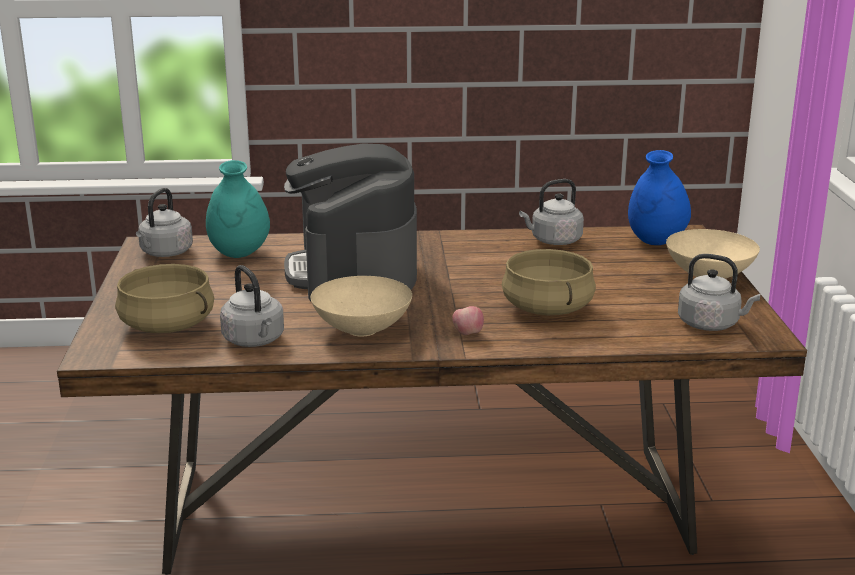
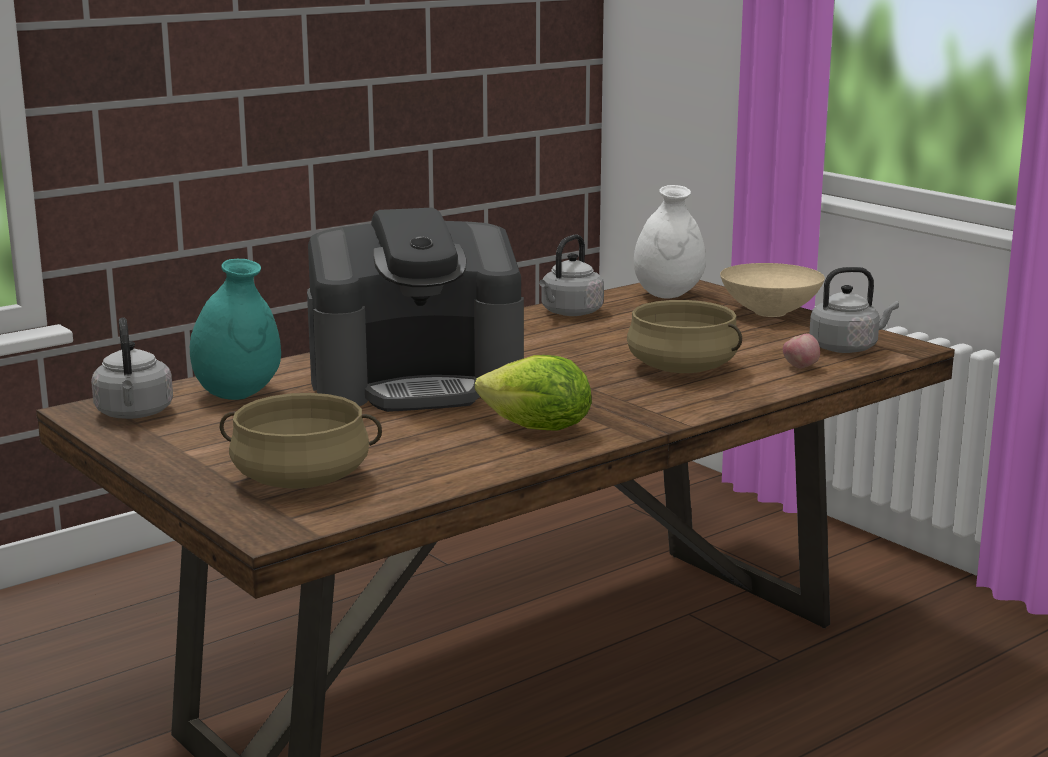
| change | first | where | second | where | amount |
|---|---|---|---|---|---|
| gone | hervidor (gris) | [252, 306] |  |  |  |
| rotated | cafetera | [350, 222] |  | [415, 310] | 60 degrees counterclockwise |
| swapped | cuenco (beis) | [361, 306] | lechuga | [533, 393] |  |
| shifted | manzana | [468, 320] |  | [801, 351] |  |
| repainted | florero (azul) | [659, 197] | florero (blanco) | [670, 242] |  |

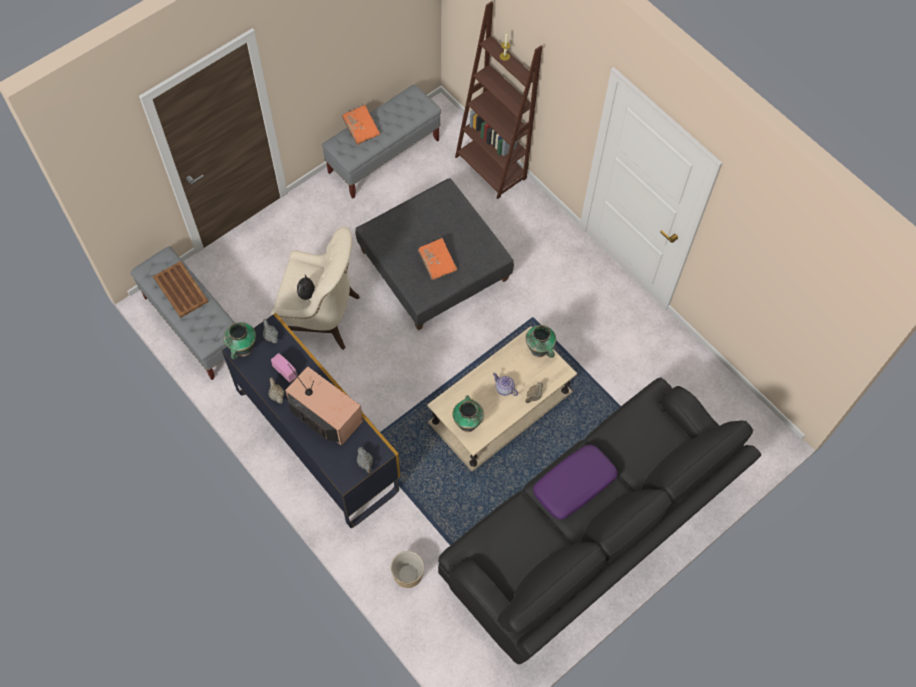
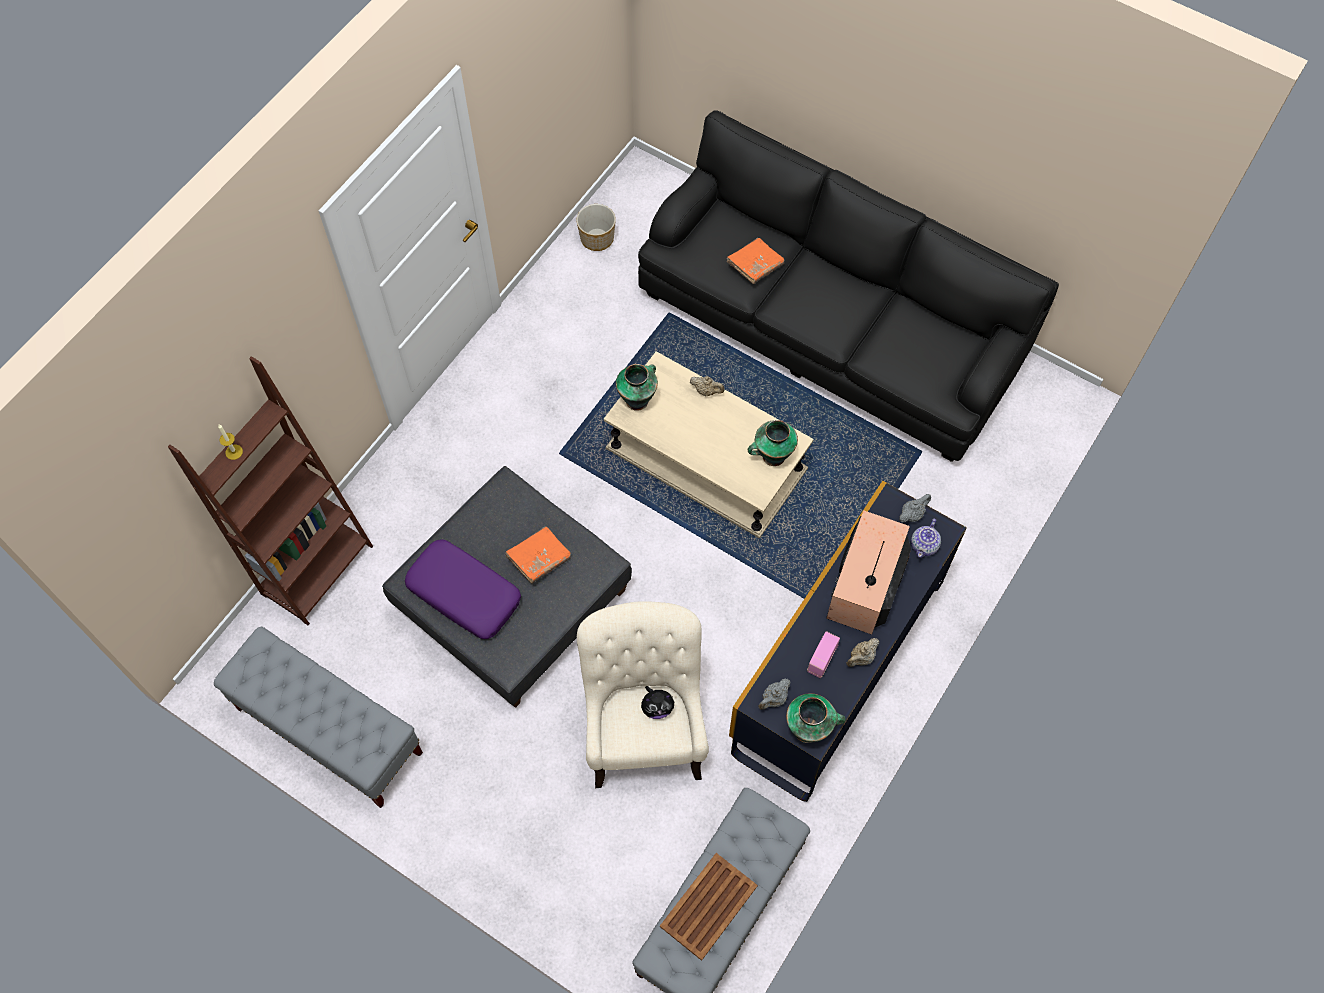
| change | first | where | second | where | amount |
|---|---|---|---|---|---|
| shifted | libro (naranja) | [361, 125] |  | [755, 261] |  |
| shifted | maceta | [407, 569] |  | [596, 227] |  |
| shifted | tetera | [505, 384] |  | [926, 538] |  |
| shifted | cojín (morado) | [575, 482] |  | [463, 589] |  |

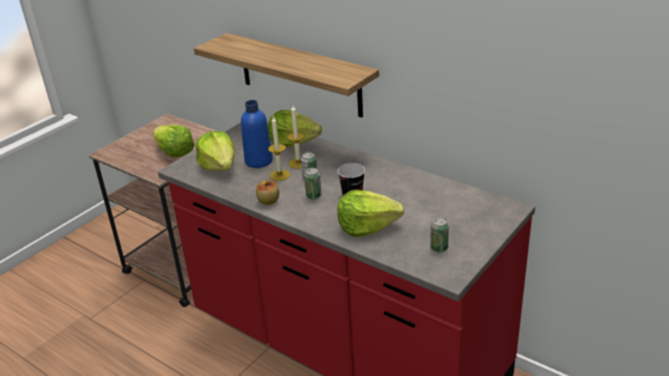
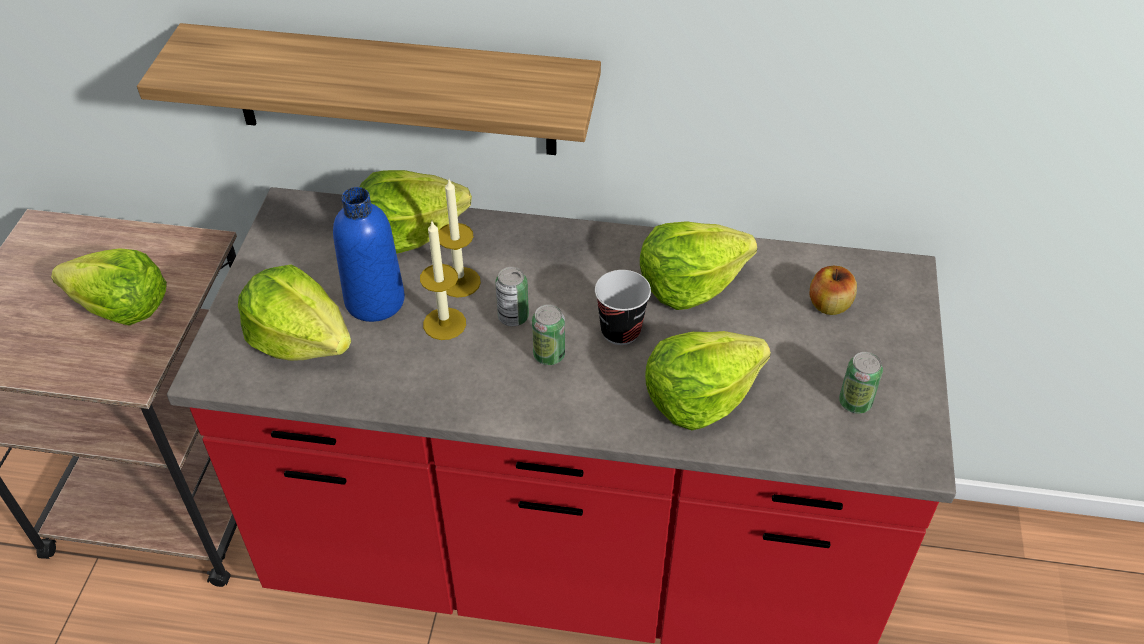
| change | first | where | second | where | amount |
|---|---|---|---|---|---|
| shifted | manzana | [267, 192] |  | [833, 290] |  |
| new |  |  | lechuga | [698, 265] |  |

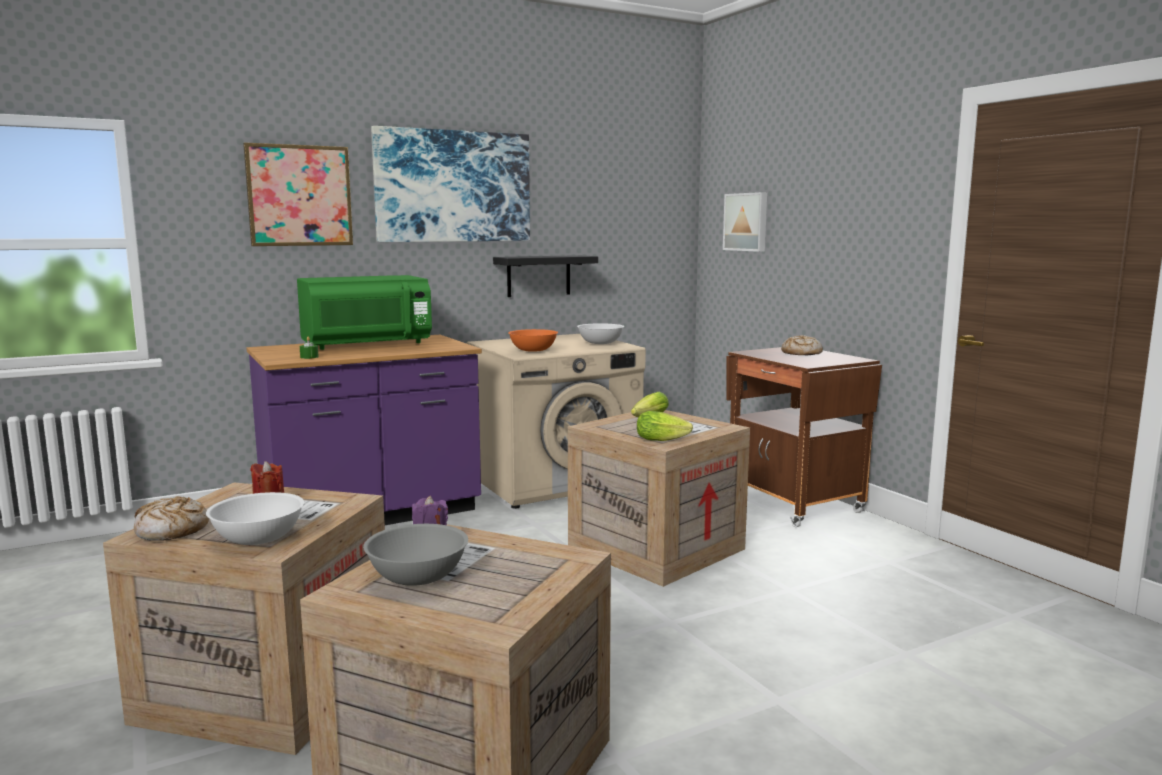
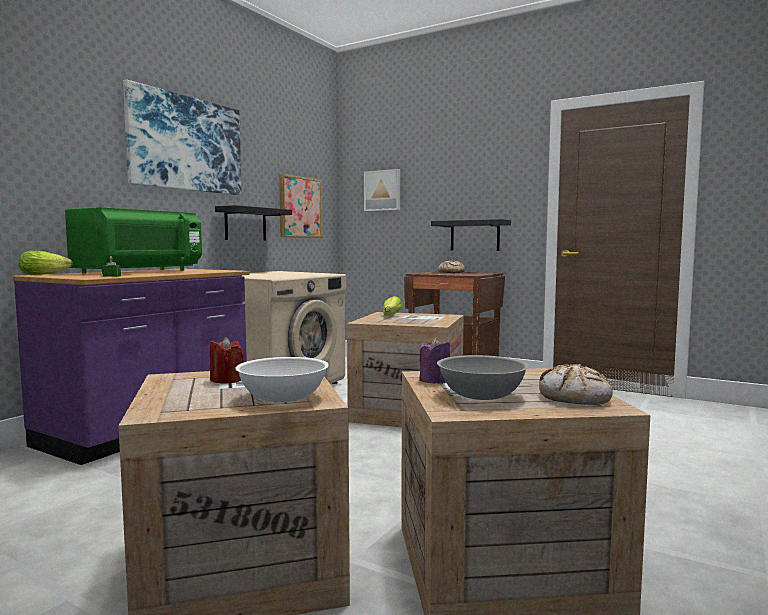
| change | first | where | second | where | amount |
|---|---|---|---|---|---|
| shifted | pan | [171, 518] |  | [576, 384] |  |
| shifted | cuadro | [298, 194] |  | [300, 206] |  |
| gone | cuenco (naranja) | [533, 340] |  |  |  |
| gone | cuenco (blanco) | [600, 333] |  |  |  |
| shifted | lechuga | [665, 426] |  | [46, 262] |  |
| new |  |  | estante (negro) | [471, 235] |  |

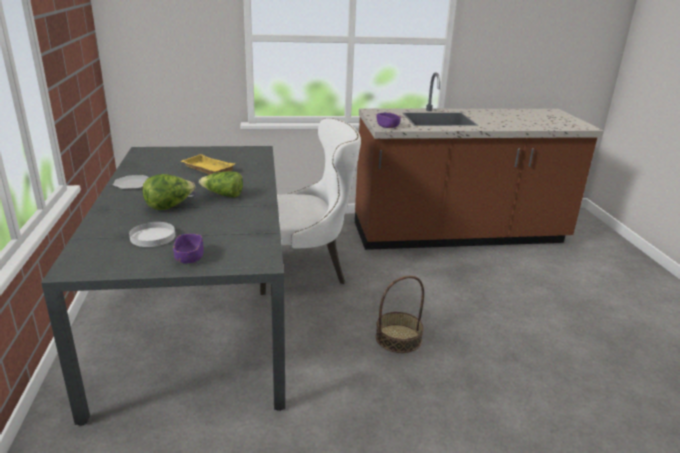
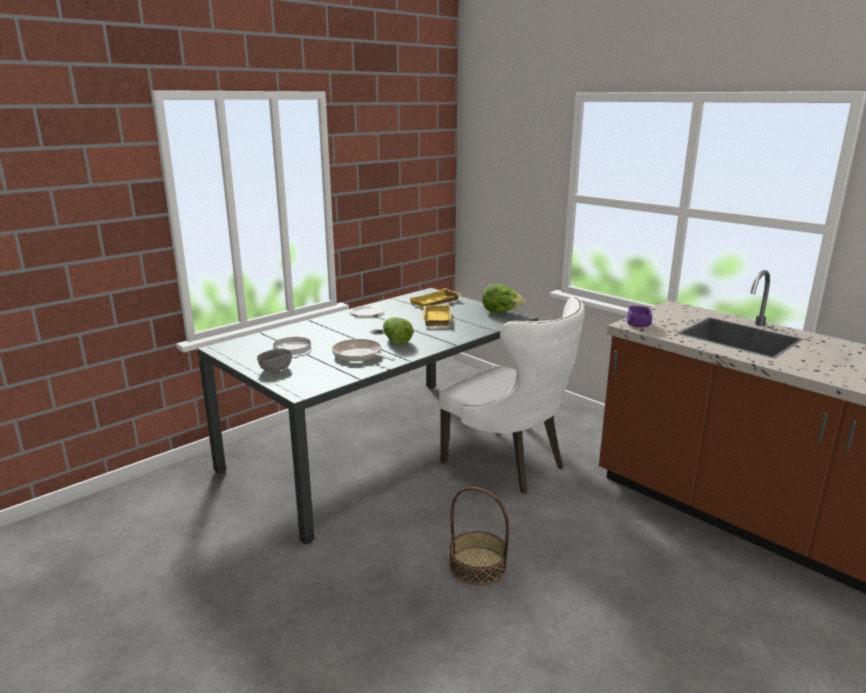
| change | first | where | second | where | amount |
|---|---|---|---|---|---|
| shifted | lechuga | [168, 192] |  | [503, 298] |  |
| repainted | cuenco (morado) | [188, 248] | cuenco (gris) | [274, 360] |  |
| new |  |  | sartén | [363, 350] |  |
| new |  |  | bandeja (amarillo) | [435, 297] |  |

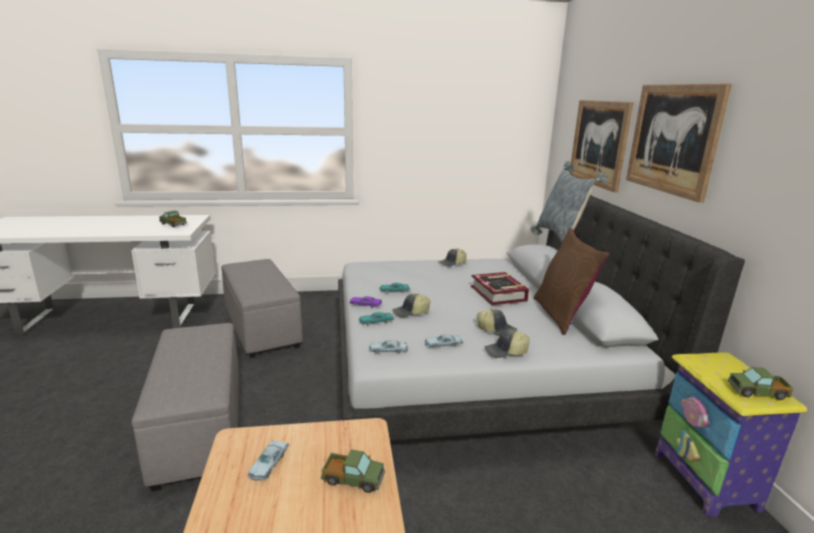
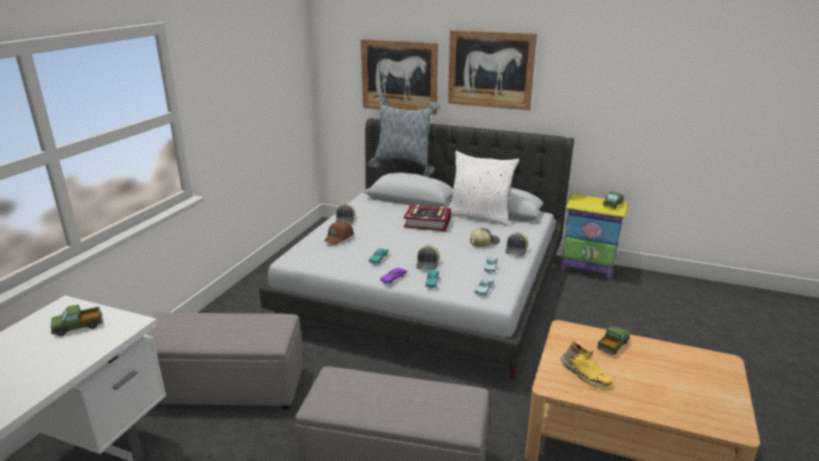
| change | first | where | second | where | amount |
|---|---|---|---|---|---|
| swapped | coche de juguete (azul) | [268, 460] | zapato (amarillo) | [587, 364] |  |
| repainted | cojín (marrón) | [571, 281] | cojín (blanco) | [483, 188] |  |
| new |  |  | gorra (marrón) | [339, 233] |  |

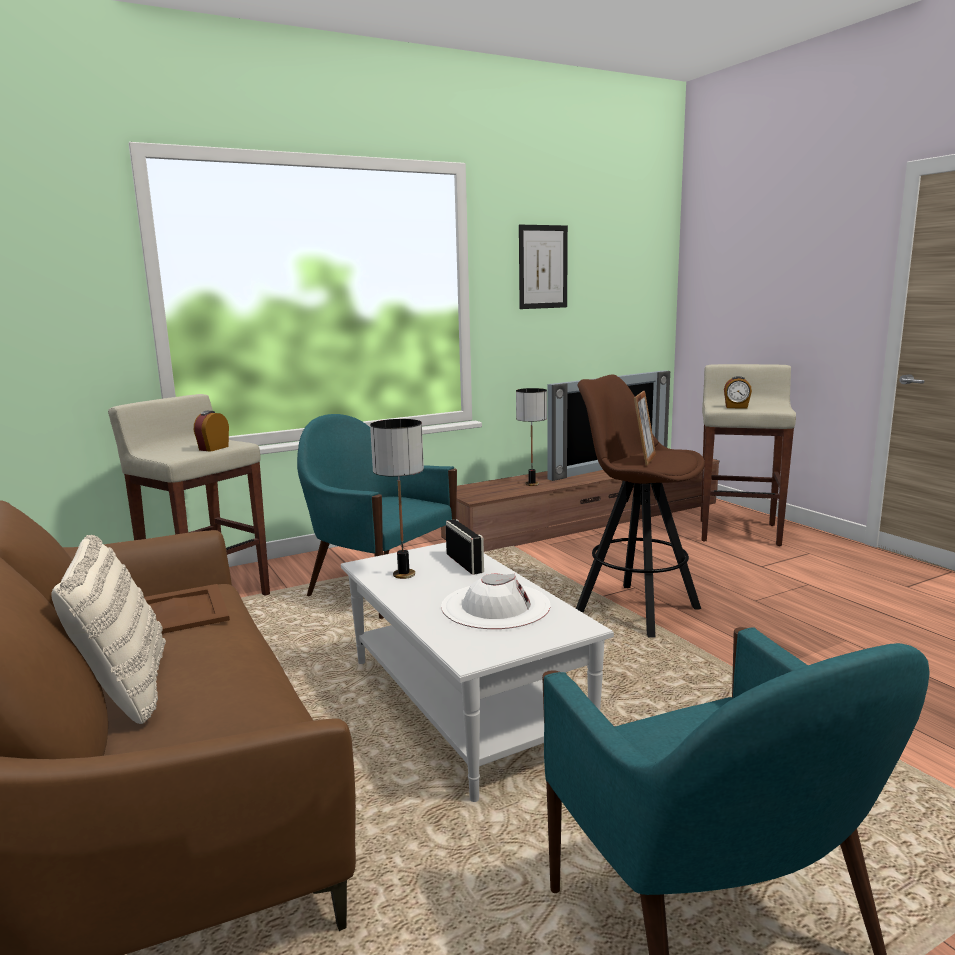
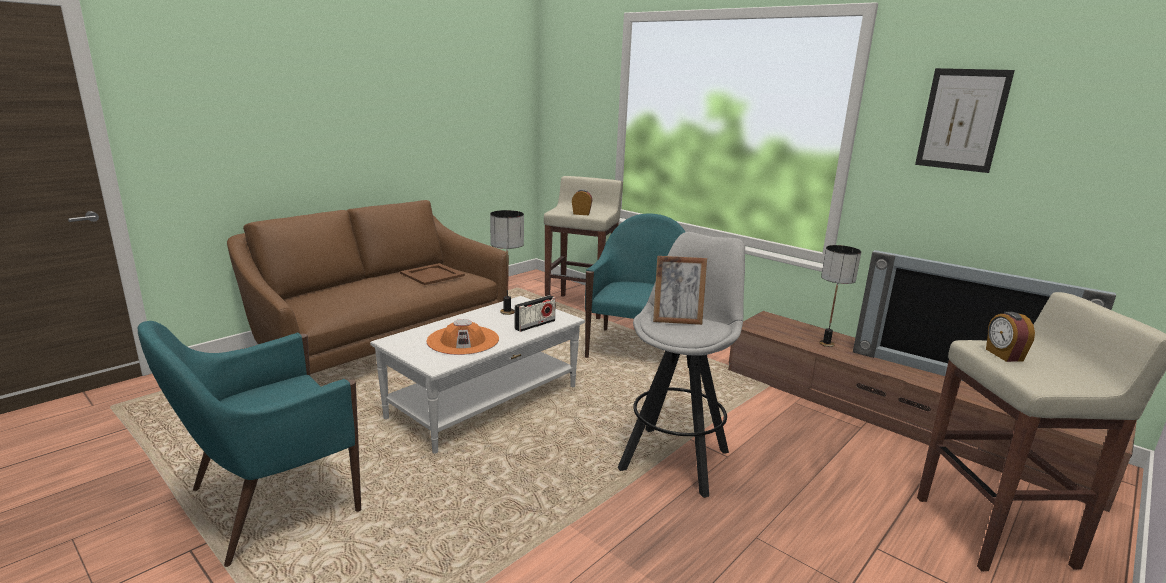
| change | first | where | second | where | amount |
|---|---|---|---|---|---|
| gone | cojín (beis) | [108, 629] |  |  |  |
| repainted | sombrero (blanco) | [496, 601] | sombrero (naranja) | [462, 337] |  |
| repainted | taburete (marrón) | [640, 506] | taburete (gris) | [681, 365] |  |

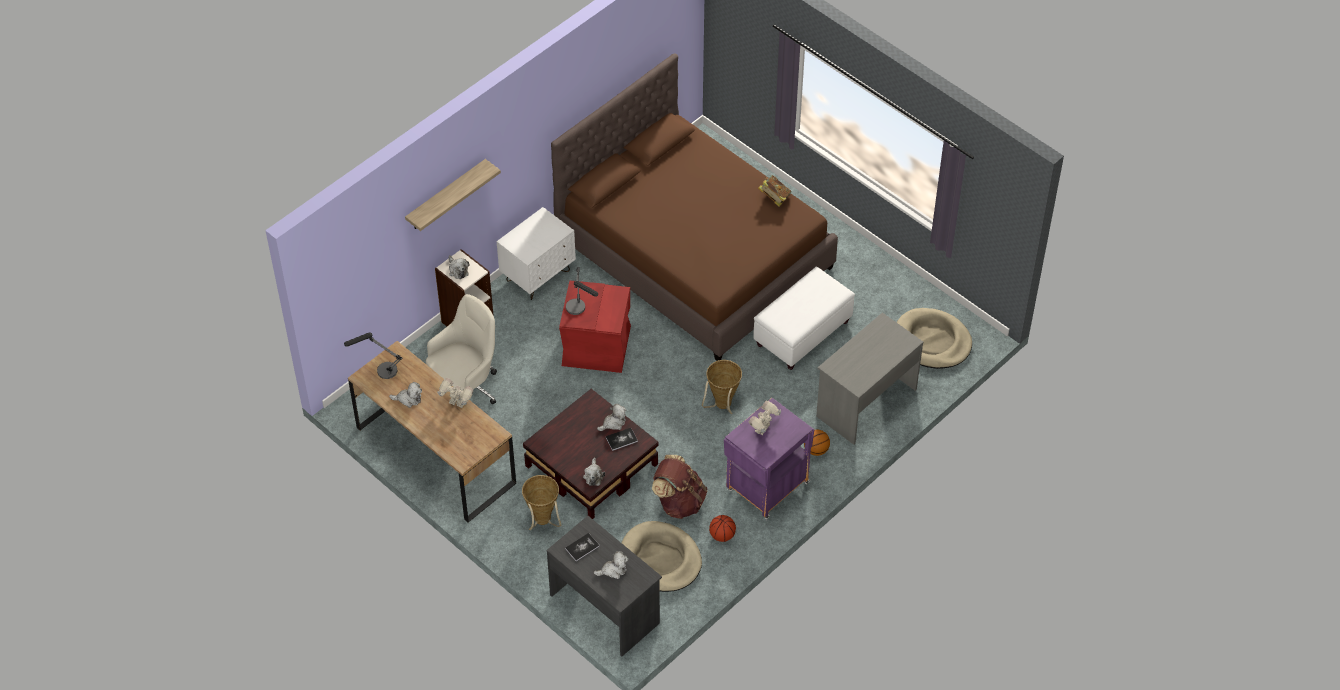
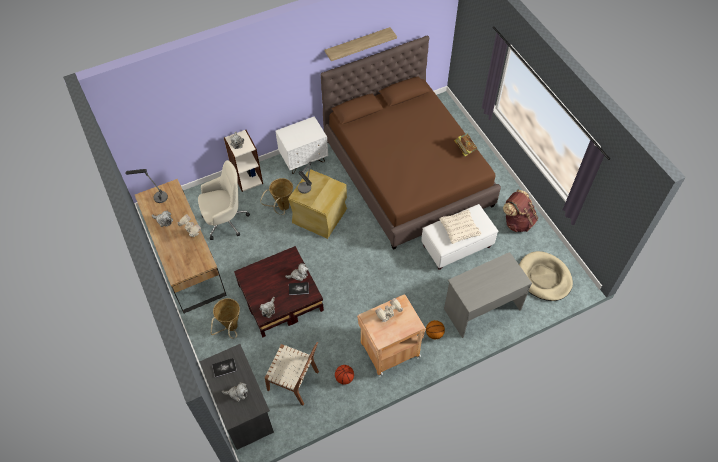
| change | first | where | second | where | amount |
|---|---|---|---|---|---|
| shifted | estante | [453, 195] |  | [361, 44] |  |
| repainted | caja de almacenaje (rojo) | [595, 327] | caja de almacenaje (beis) | [317, 204] |  |
| swapped | cama para perro (beis) | [661, 556] | silla | [291, 374] |  |
| shifted | mochila (marrón) | [680, 487] |  | [520, 211] |  |
| shifted | cesta | [722, 387] |  | [276, 196] |  |
| repainted | carrito (morado) | [769, 459] | carrito (marrón) | [391, 336] |  |
| new |  |  | cojín (beis) | [461, 227] |  |

